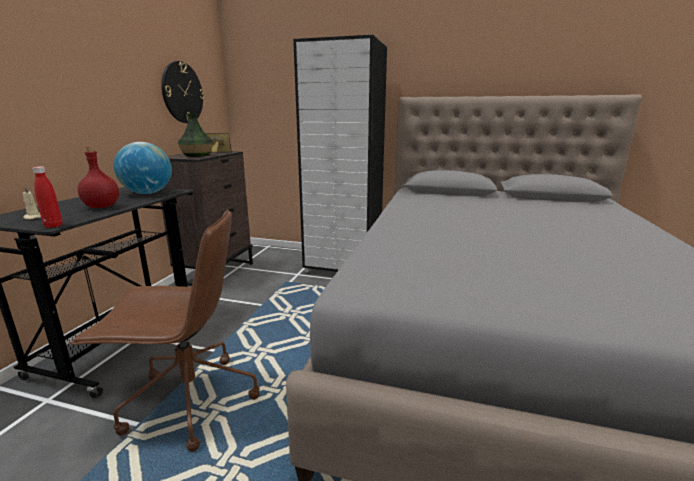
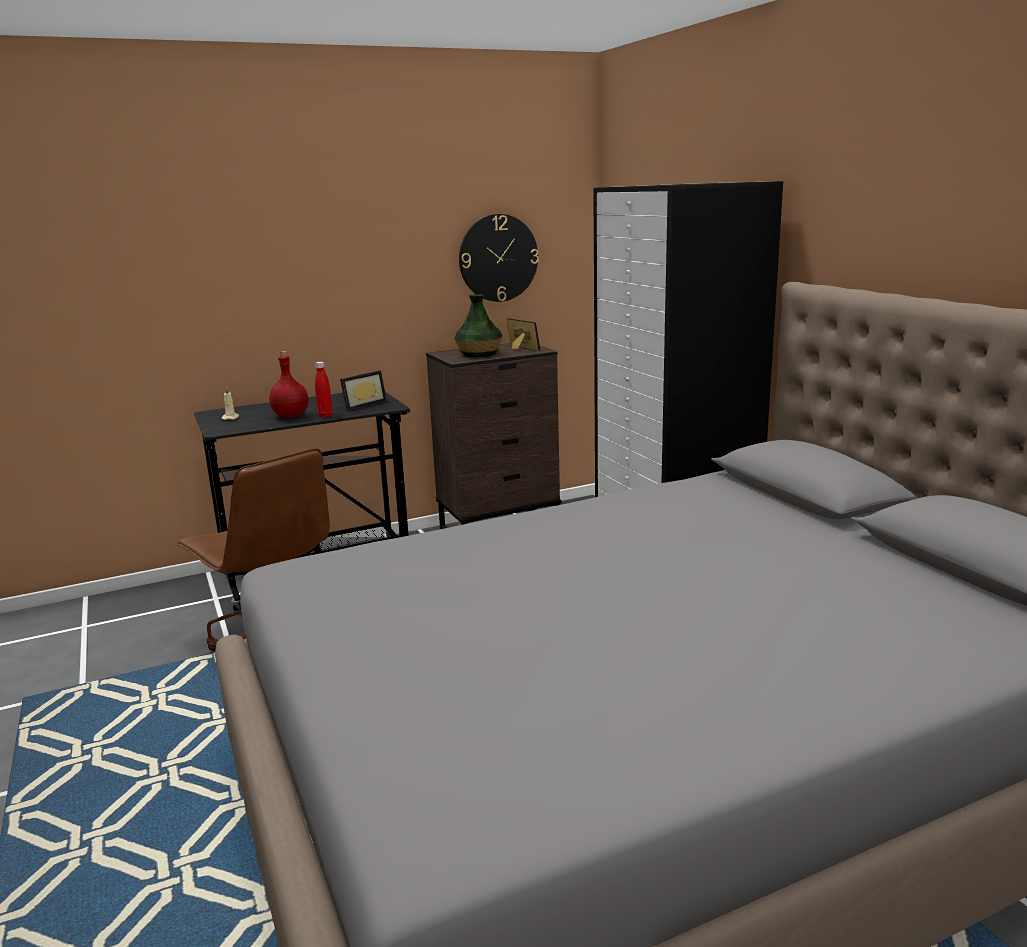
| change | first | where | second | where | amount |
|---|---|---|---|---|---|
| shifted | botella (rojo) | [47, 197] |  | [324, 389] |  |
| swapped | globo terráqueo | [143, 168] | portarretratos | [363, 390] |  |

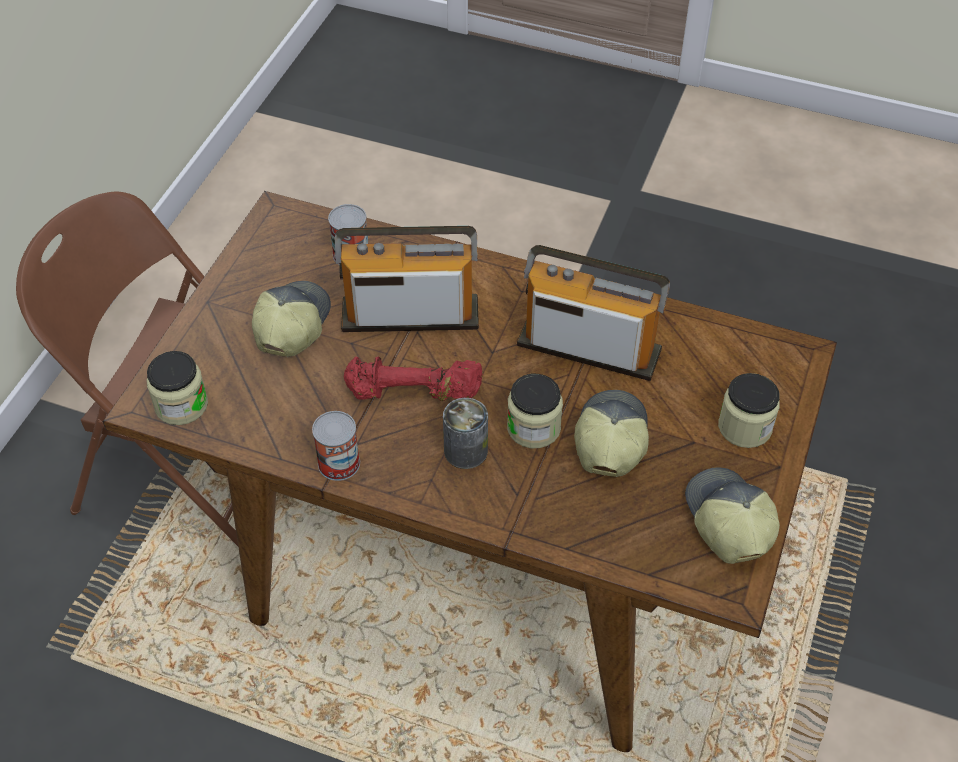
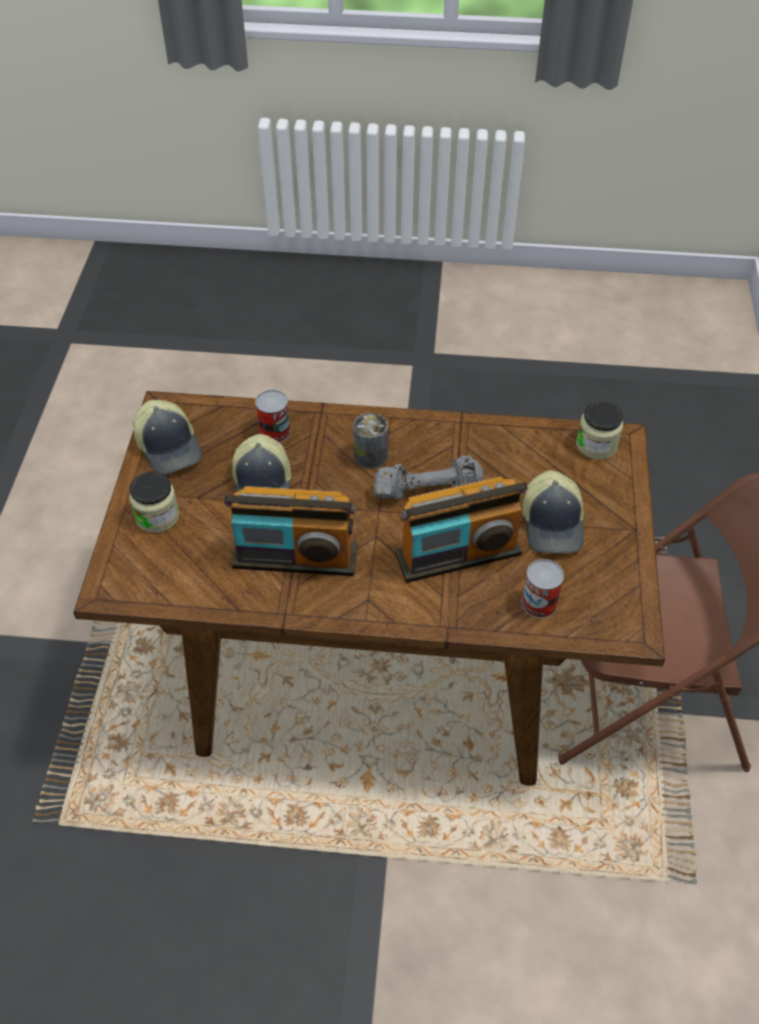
| change | first | where | second | where | amount |
|---|---|---|---|---|---|
| shifted | lata | [336, 446] |  | [273, 416] |  |
| repainted | mancuerna (rojo) | [413, 379] | mancuerna (gris) | [429, 477] |  |
| gone | tarro | [535, 411] |  |  |  |

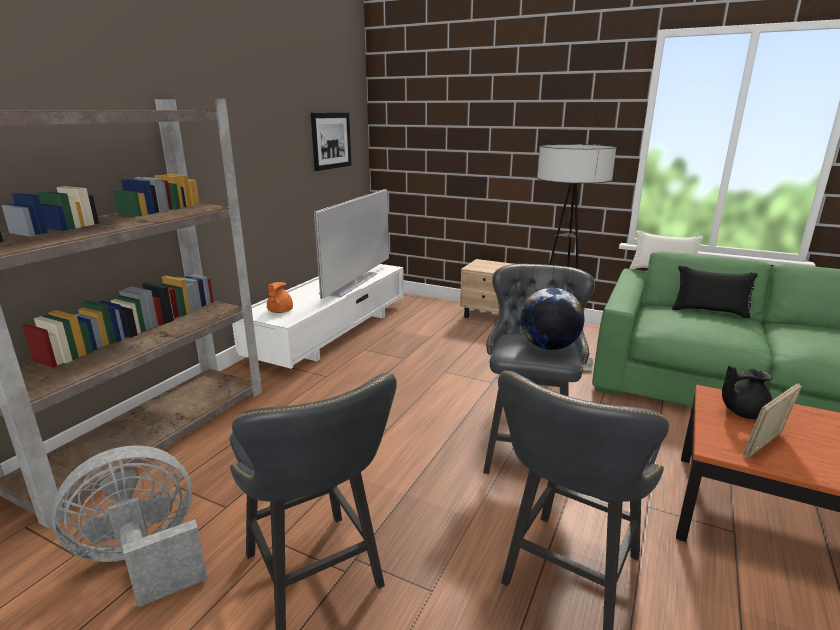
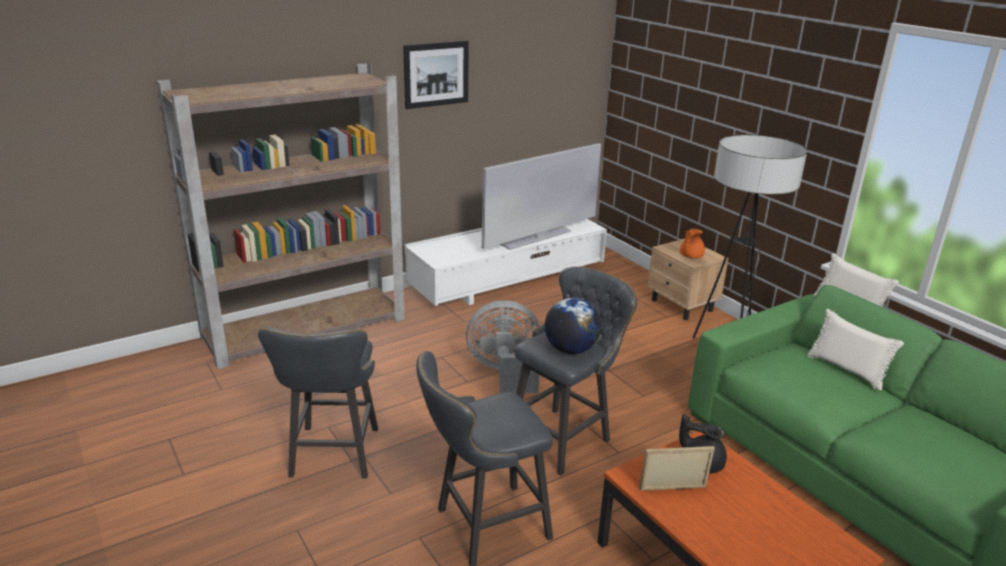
| change | first | where | second | where | amount |
|---|---|---|---|---|---|
| shifted | ventilador (gris) | [129, 526] |  | [503, 346] |  |
| shifted | tetera (naranja) | [280, 297] |  | [692, 244] |  |
| shifted | cuadro | [331, 141] |  | [436, 75] |  |
| repainted | cojín (negro) | [715, 292] | cojín (blanco) | [855, 350] |  |

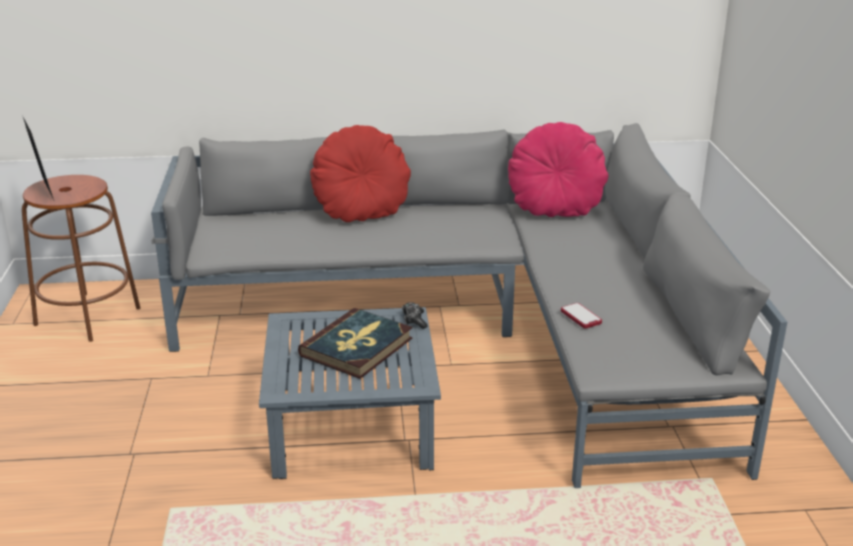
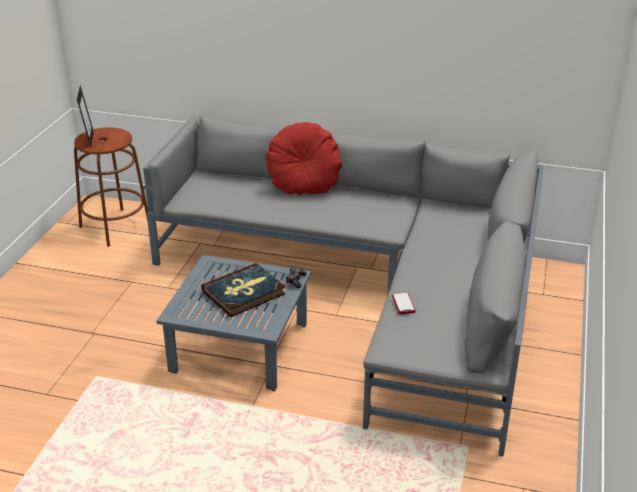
| change | first | where | second | where | amount |
|---|---|---|---|---|---|
| gone | cojín (rosa) | [558, 169] |  |  |  |

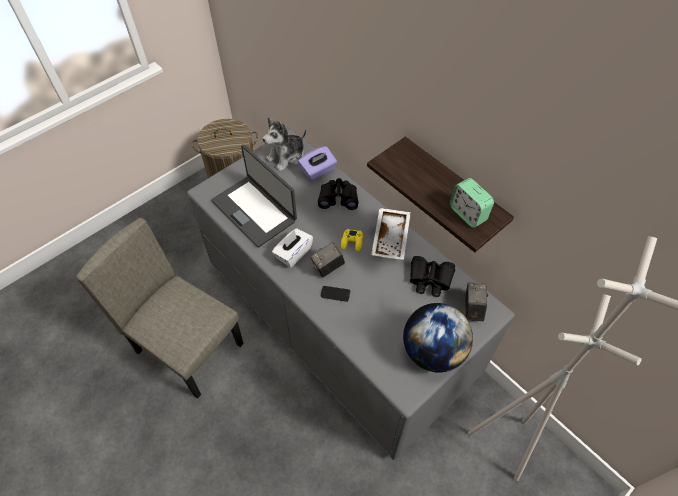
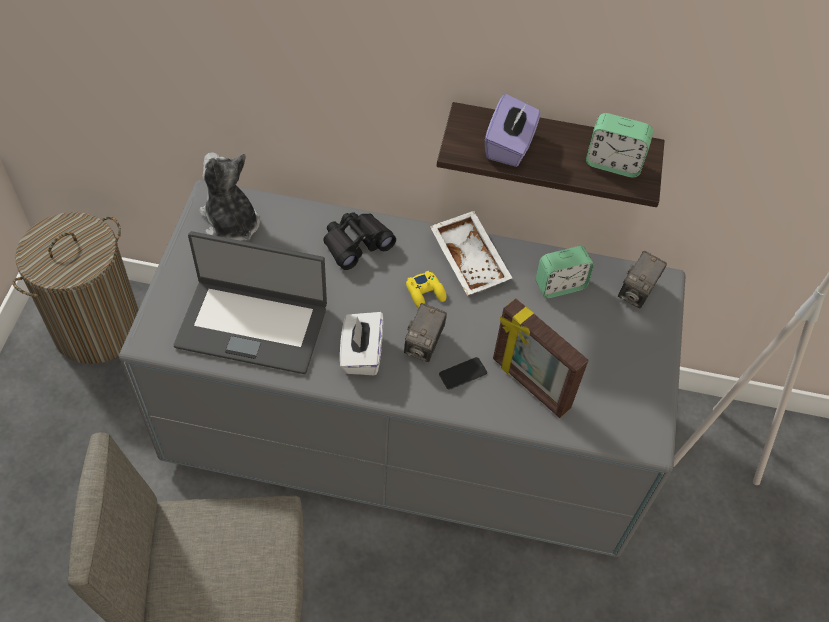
| change | first | where | second | where | amount |
|---|---|---|---|---|---|
| rotated | peluche | [284, 144] |  | [230, 196] | 135 degrees clockwise |
| shifted | caja de pañuelos (morado) | [317, 163] |  | [513, 130] |  |
| gone | globo terráqueo | [438, 338] |  |  |  |
| swapped | prismáticos (negro) | [432, 276] | despertador | [565, 272] |  |
| rotated | cámara | [477, 301] |  | [642, 280] | 120 degrees counterclockwise |
| new |  |  | portarretratos | [541, 358] |  |

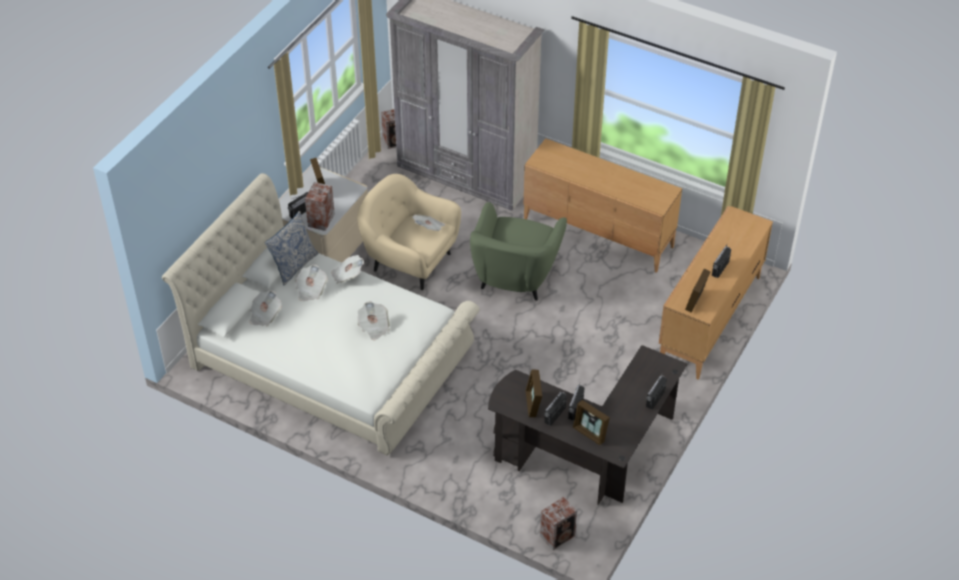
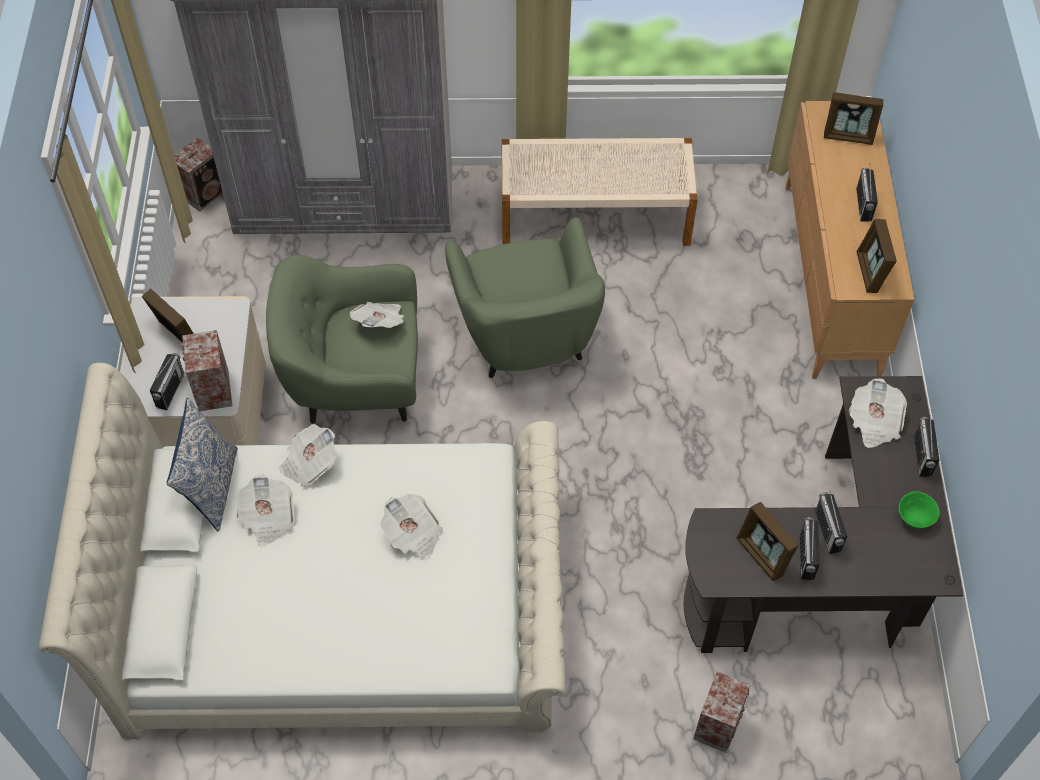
| change | first | where | second | where | amount |
|---|---|---|---|---|---|
| shifted | periódico | [265, 308] |  | [878, 413] |  |
| repainted | sillón (beis) | [409, 232] | sillón (verde) | [342, 339] |  |
| swapped | cómoda (marrón) | [603, 205] | banco (beis) | [600, 191] |  |
| shifted | altavoz | [558, 523] |  | [722, 712] |  |
| shifted | portarretratos | [591, 422] |  | [853, 118] |  |
| new |  |  | cuenco (verde) | [919, 510] |  |

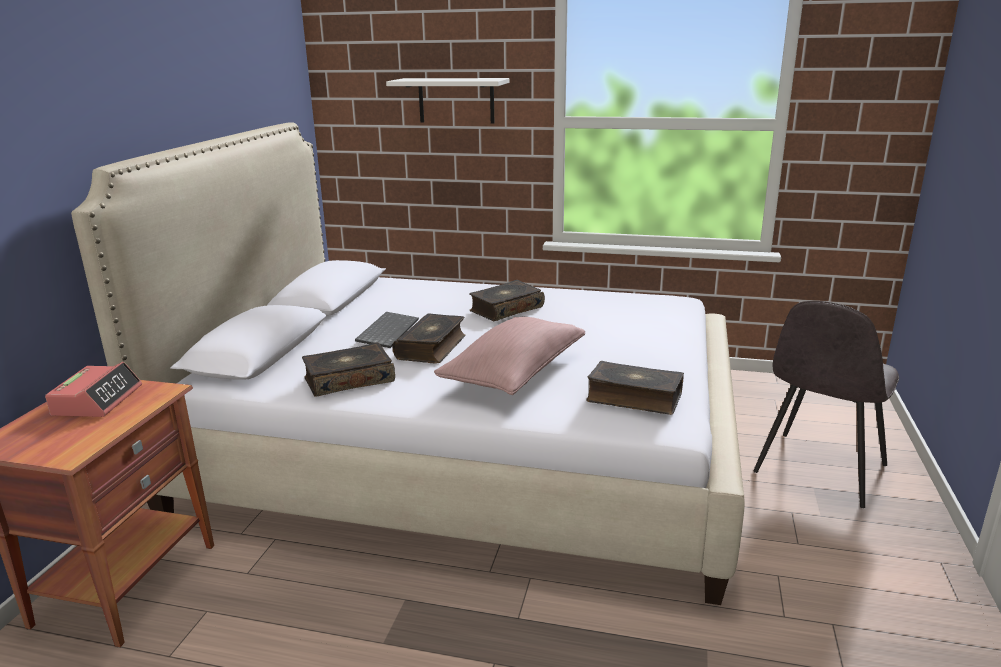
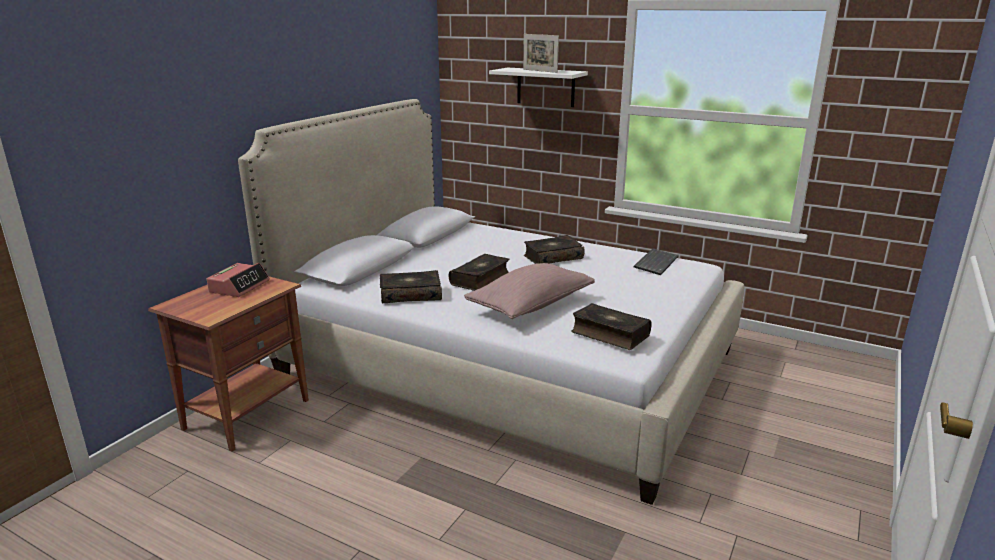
| change | first | where | second | where | amount |
|---|---|---|---|---|---|
| shifted | teclado | [387, 330] |  | [656, 261] |  |
| gone | silla (gris) | [826, 404] |  |  |  |
| new |  |  | portarretratos | [541, 53] |  |

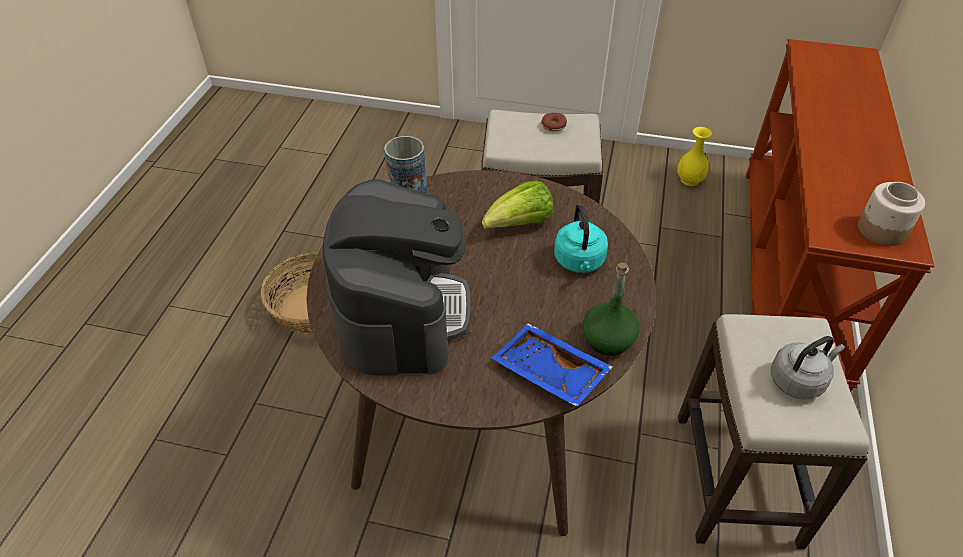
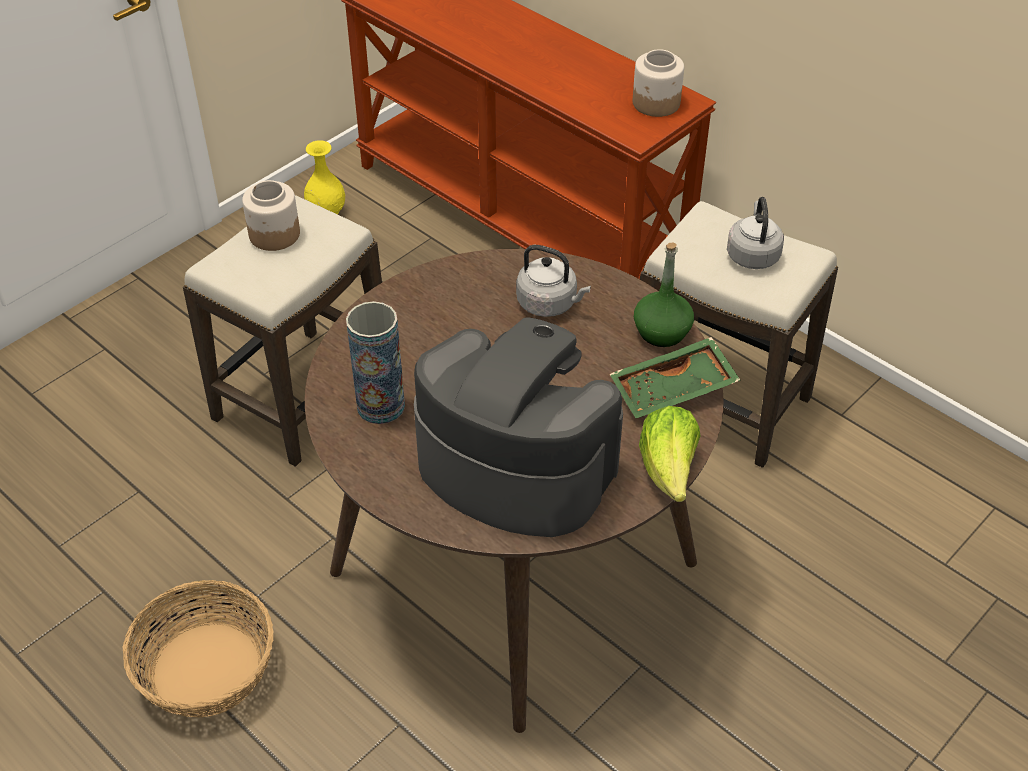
| change | first | where | second | where | amount |
|---|---|---|---|---|---|
| shifted | lechuga | [518, 205] |  | [670, 454] |  |
| repainted | bandeja (azul) | [552, 365] | bandeja (verde) | [675, 377] |  |
| swapped | rosquilla | [554, 122] | tarro | [271, 215] |  |
| repainted | hervidor (turquesa) | [581, 238] | hervidor (gris) | [553, 281] |  |

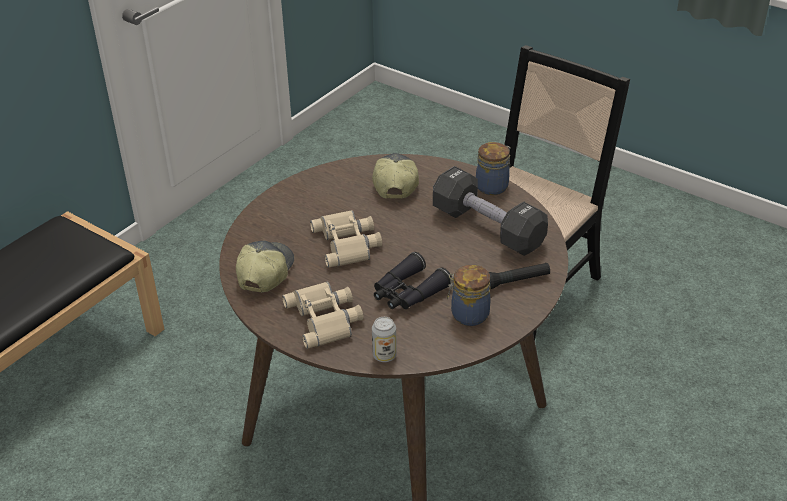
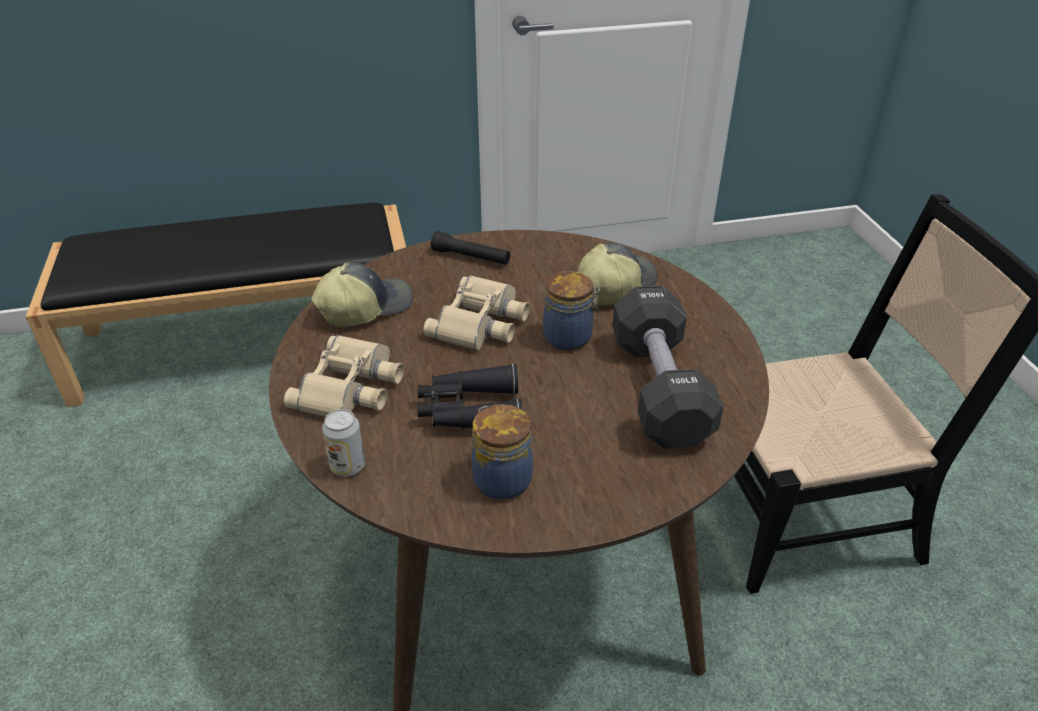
| change | first | where | second | where | amount |
|---|---|---|---|---|---|
| shifted | tarro | [493, 168] |  | [571, 310] |  |
| shifted | linterna (negro) | [519, 276] |  | [470, 248] |  |

